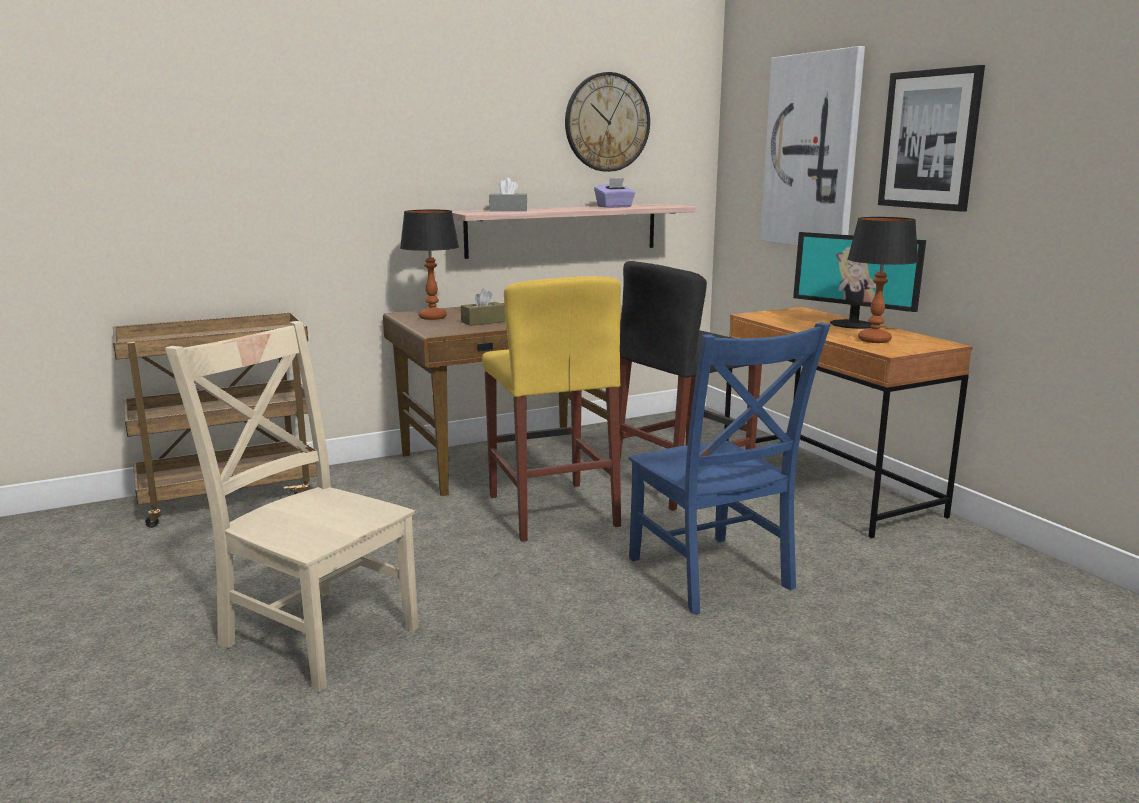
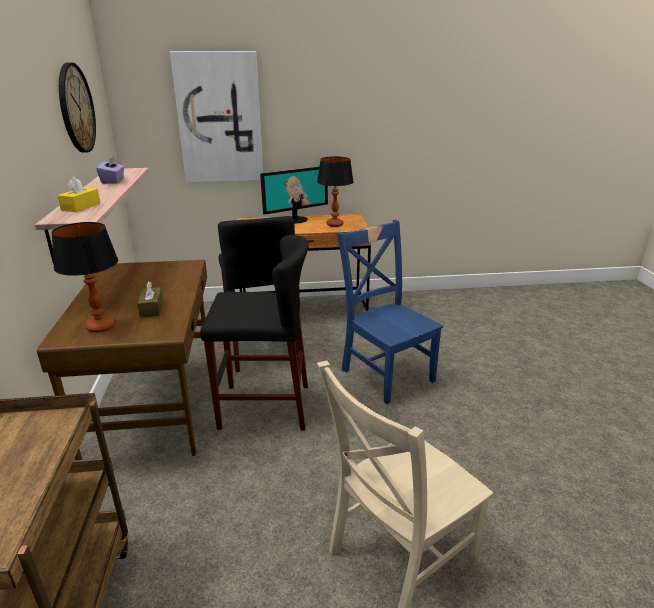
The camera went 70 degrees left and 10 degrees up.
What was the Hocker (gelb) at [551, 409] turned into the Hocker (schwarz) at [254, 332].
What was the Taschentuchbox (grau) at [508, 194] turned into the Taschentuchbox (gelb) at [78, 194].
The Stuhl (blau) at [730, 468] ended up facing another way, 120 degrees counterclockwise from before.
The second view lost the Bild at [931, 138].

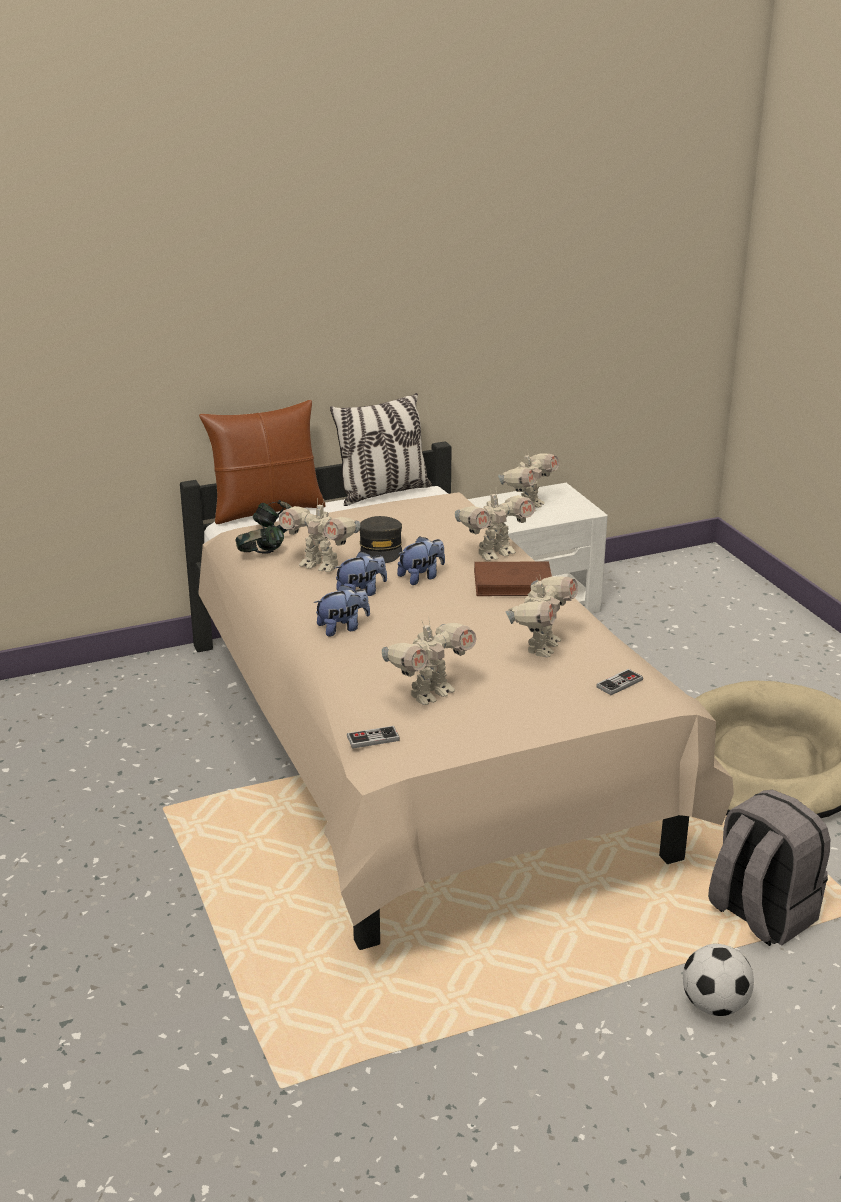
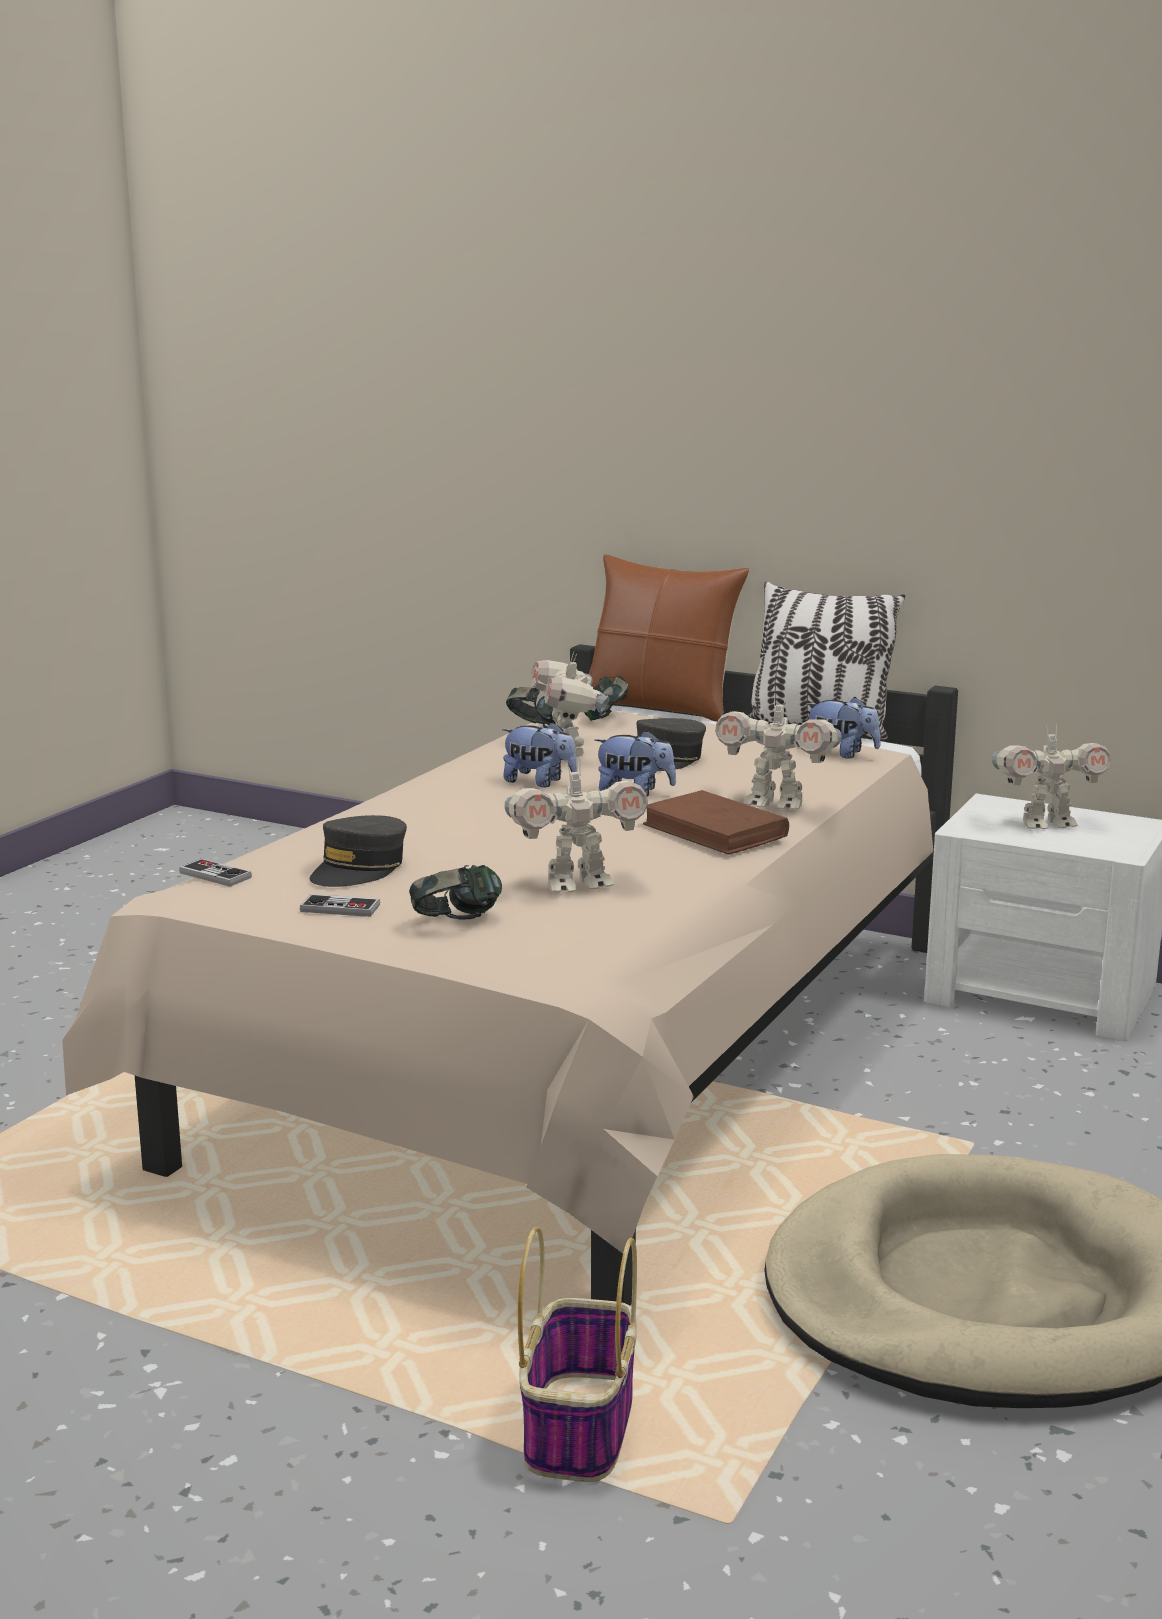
The camera went 50 degrees right and 10 degrees down.
The Plüschtier ended up elsewhere, having gone from [342, 611] to [843, 728].
Where the Spielzeugroboter stood at [429, 661], the Kappe (grau) came to stand at [358, 851].
The Gamepad ended up elsewhere, having gone from [619, 682] to [340, 905].
The second view lost the Fußball at [718, 980].
Where the Rucksack (grau) stood at [769, 868], the Korb came to stand at [577, 1354].
The second view gained the Kopfhörer at [455, 892].

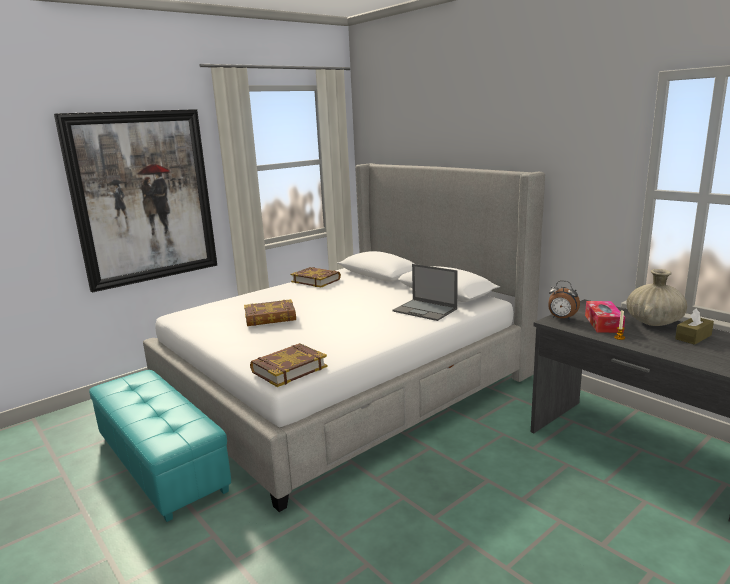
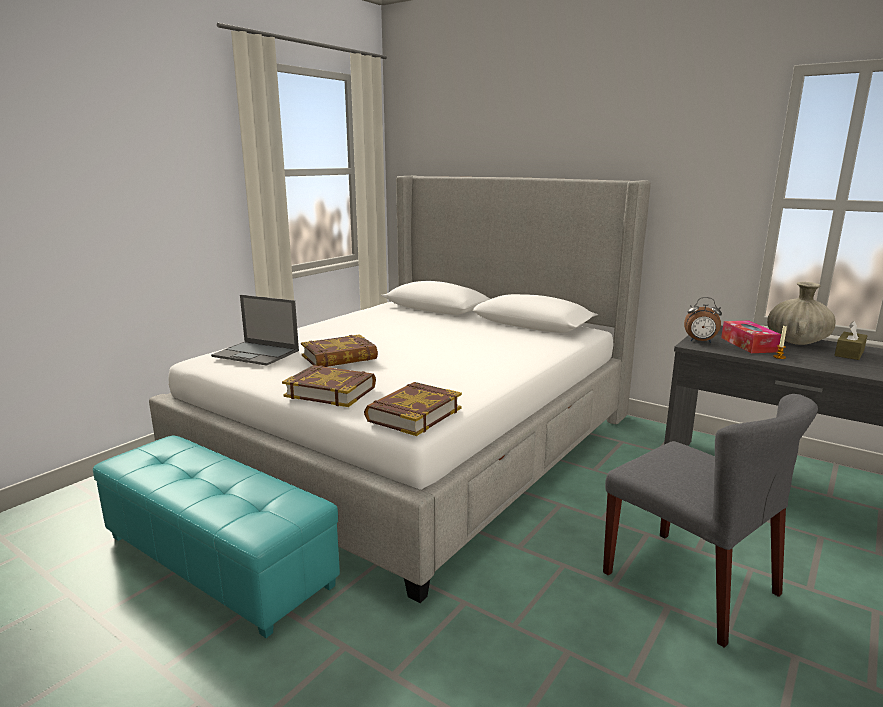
The camera went 15 degrees left and 0 degrees up.
The second view lost the Bild at [135, 200].
The Buch ended up elsewhere, having gone from [315, 277] to [329, 386].
The Laptop ended up elsewhere, having gone from [425, 292] to [255, 330].
The second view gained the Stuhl (grau) at [710, 521].

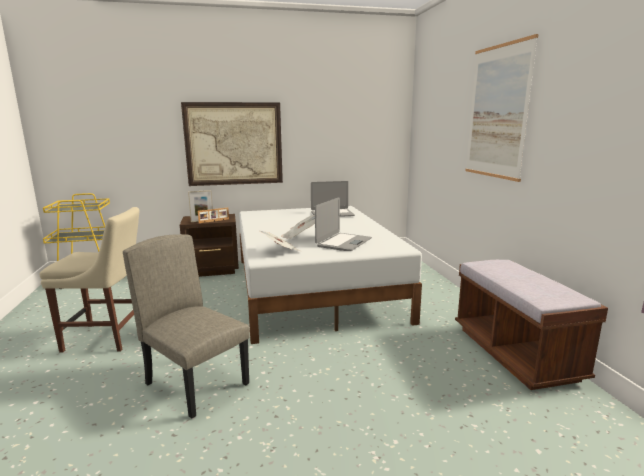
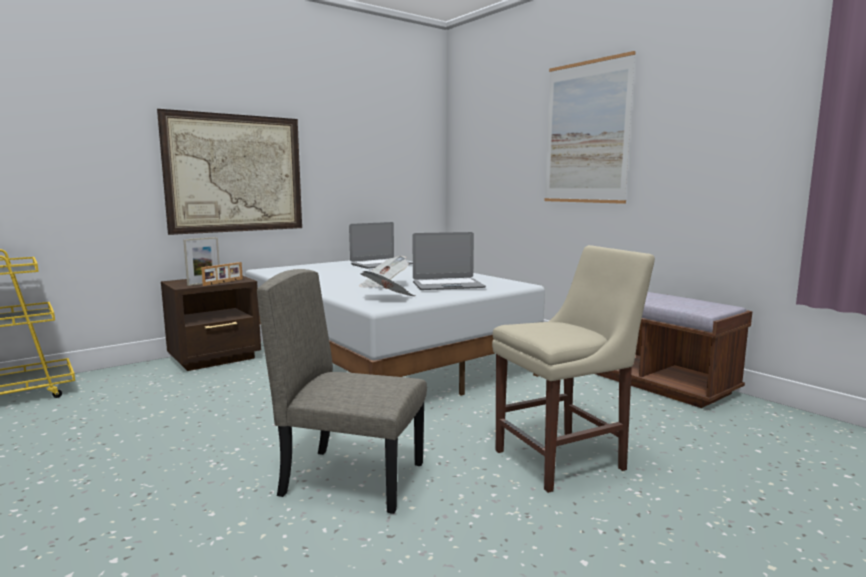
The camera went 25 degrees left and 5 degrees down.
The Stuhl (beige) ended up elsewhere, having gone from [89, 279] to [573, 369].
The Laptop at [343, 224] ended up facing another way, 75 degrees clockwise from before.

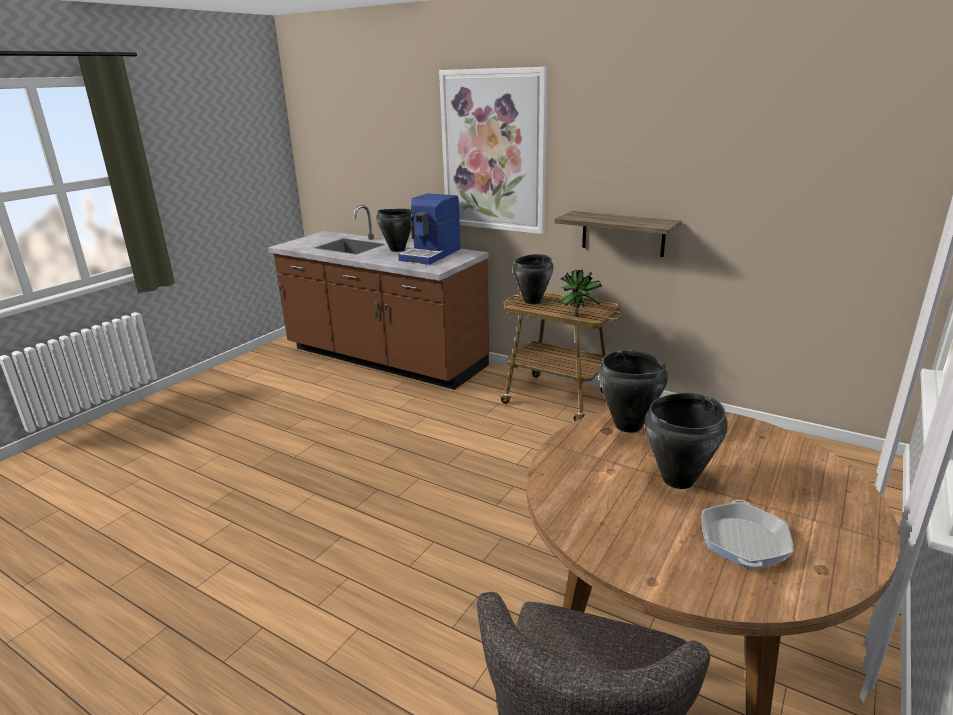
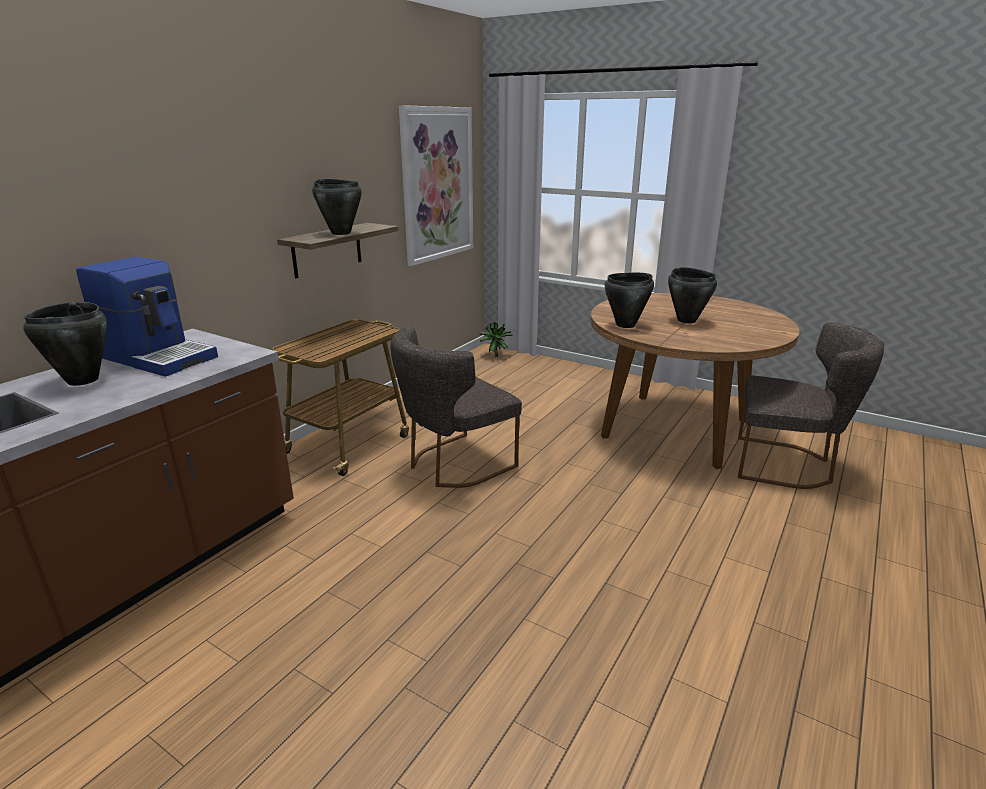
The camera went 90 degrees left and 0 degrees up.
The Bild ended up elsewhere, having gone from [493, 150] to [436, 185].
The Kochtopf (schwarz) ended up elsewhere, having gone from [533, 279] to [337, 207].
The Topfpflanze ended up elsewhere, having gone from [580, 293] to [496, 339].
The second view lost the Pfanne at [747, 534].
The second view gained the Stuhl (grau) at [456, 407].

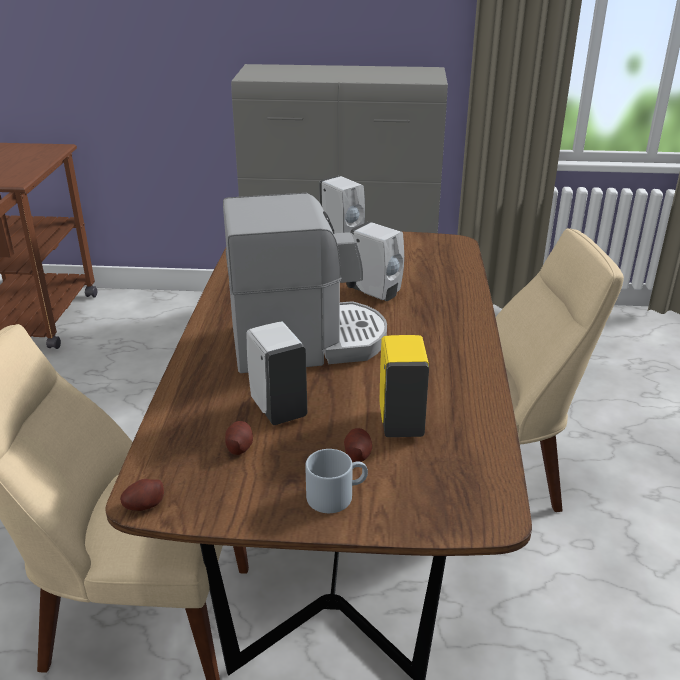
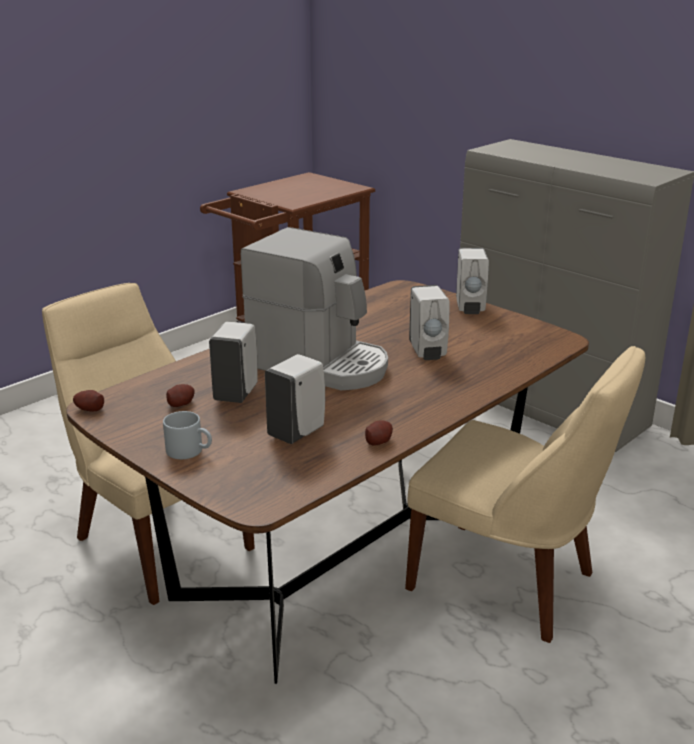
The camera went 40 degrees right and 5 degrees down.
The Kartoffel ended up elsewhere, having gone from [358, 445] to [379, 433].
What was the Seifenspender (gelb) at [404, 386] turned into the Seifenspender (weiß) at [295, 399].

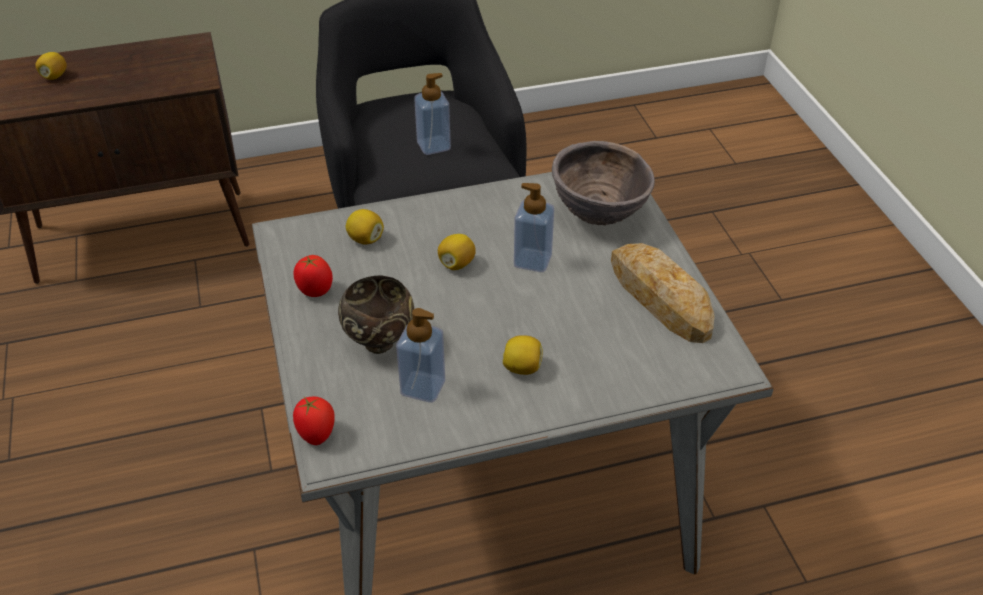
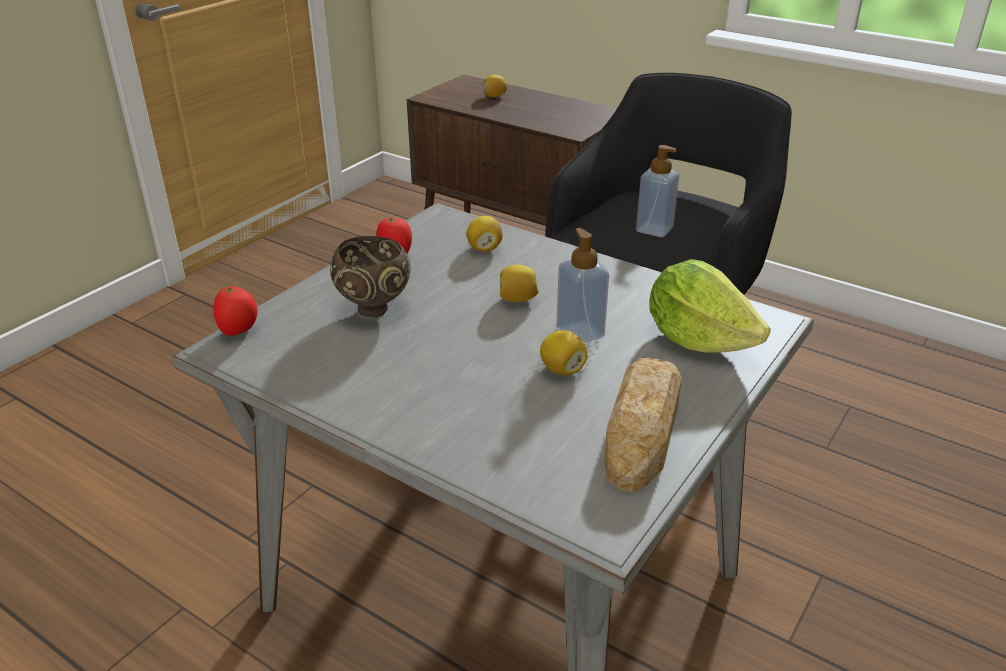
The camera went 50 degrees right and 10 degrees down.
The second view lost the Seifenspender at [420, 355].
The Zitrone ended up elsewhere, having gone from [523, 355] to [564, 352].
Where the Schüssel (braun) stood at [603, 183], the Salatkopf came to stand at [710, 306].

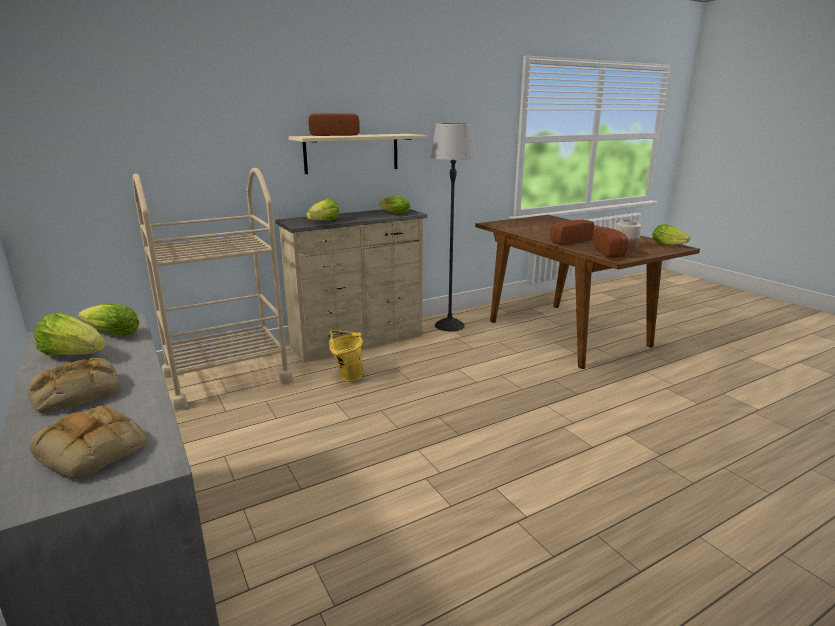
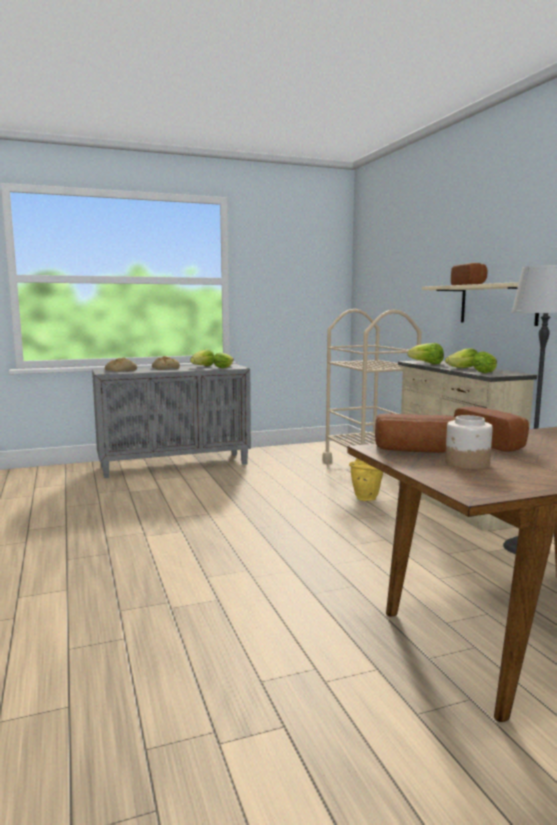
The camera went 100 degrees right and 10 degrees down.
The Salatkopf ended up elsewhere, having gone from [671, 234] to [461, 358].

